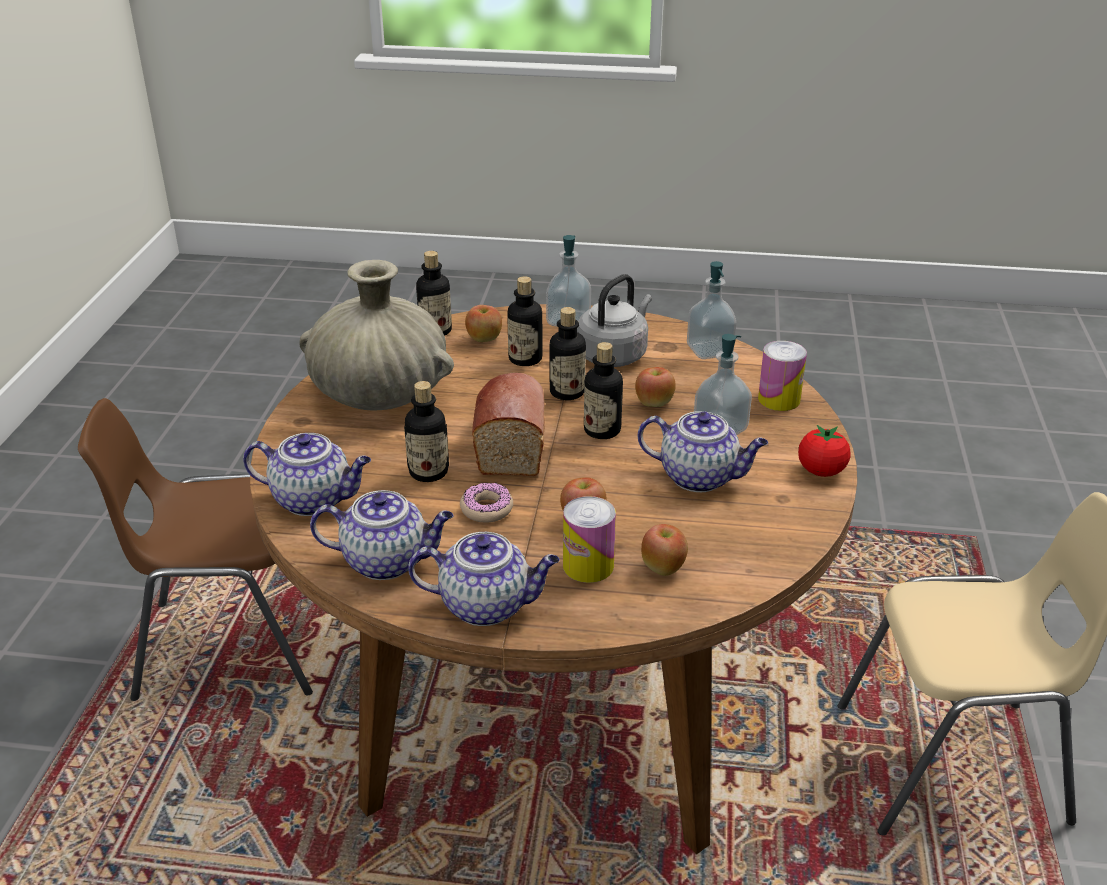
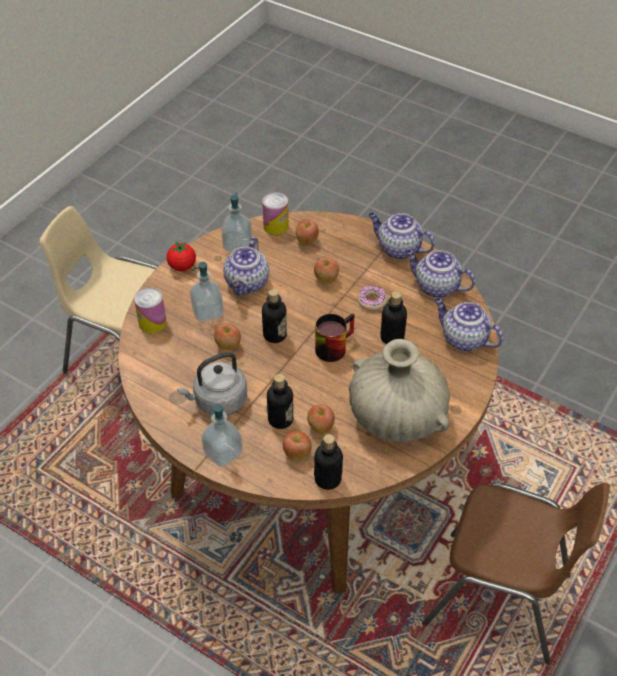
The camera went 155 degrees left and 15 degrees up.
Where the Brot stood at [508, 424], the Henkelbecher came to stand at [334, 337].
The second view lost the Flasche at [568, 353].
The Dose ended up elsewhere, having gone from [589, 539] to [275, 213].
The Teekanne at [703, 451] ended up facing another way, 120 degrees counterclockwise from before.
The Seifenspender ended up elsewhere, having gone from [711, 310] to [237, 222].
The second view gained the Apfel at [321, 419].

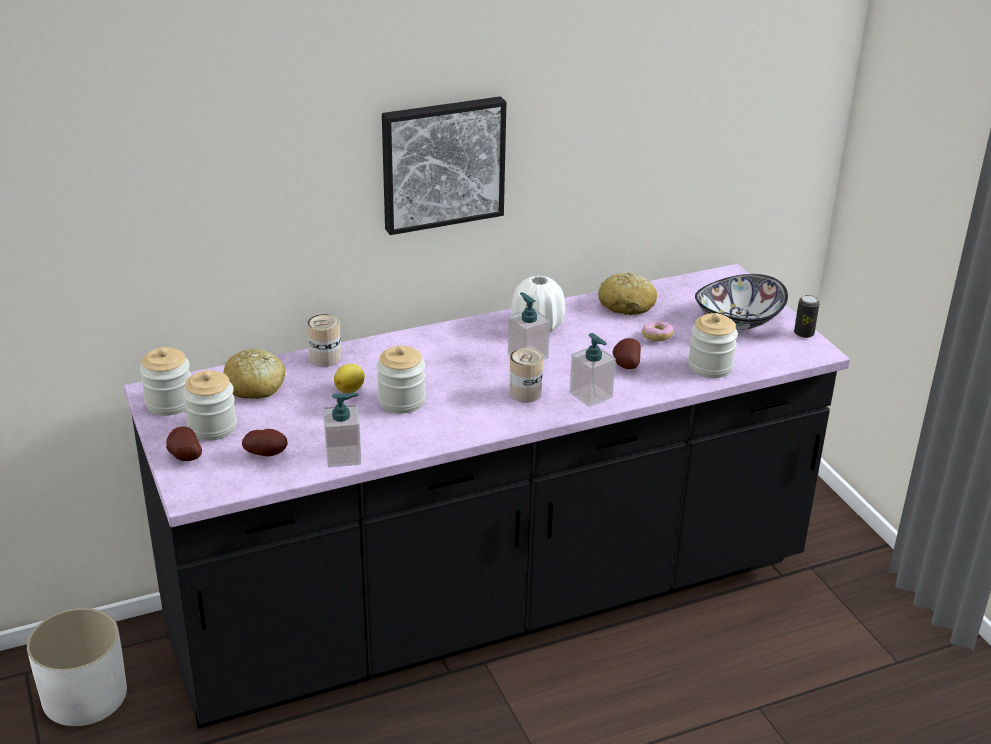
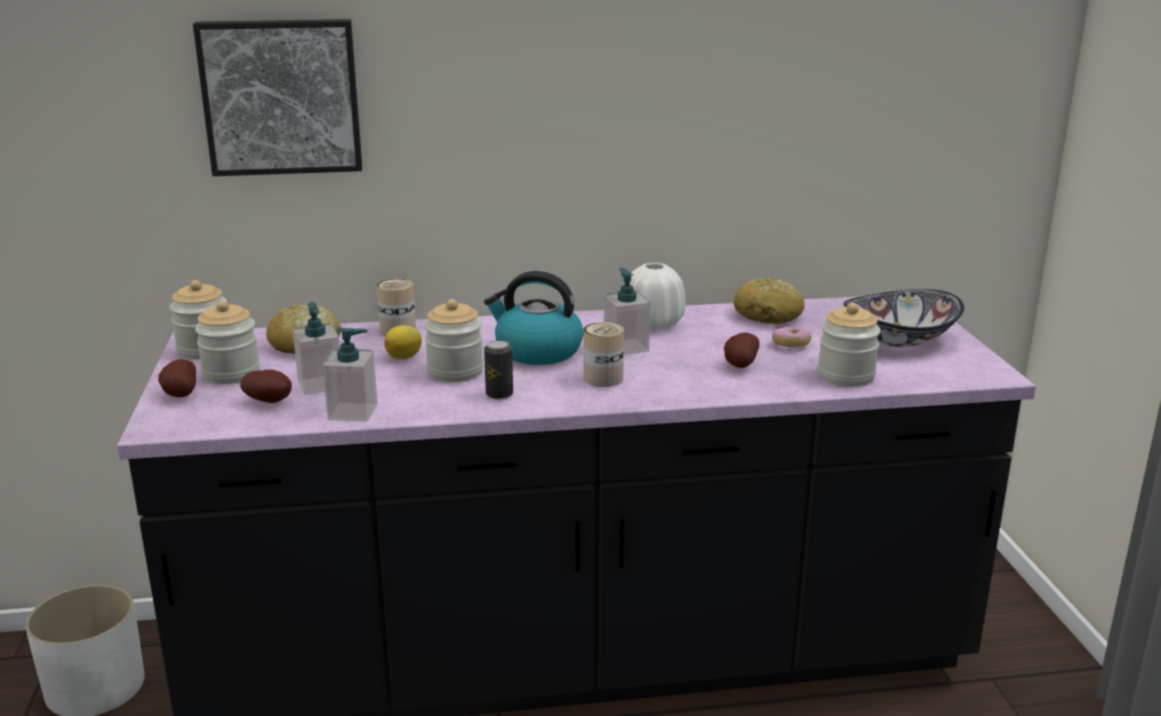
The camera went 15 degrees right and 10 degrees down.
The Bild ended up elsewhere, having gone from [444, 165] to [277, 97].
The Seifenspender ended up elsewhere, having gone from [593, 370] to [316, 348].
The Dose ended up elsewhere, having gone from [807, 316] to [498, 369].
The second view gained the Wasserkessel at [534, 318].

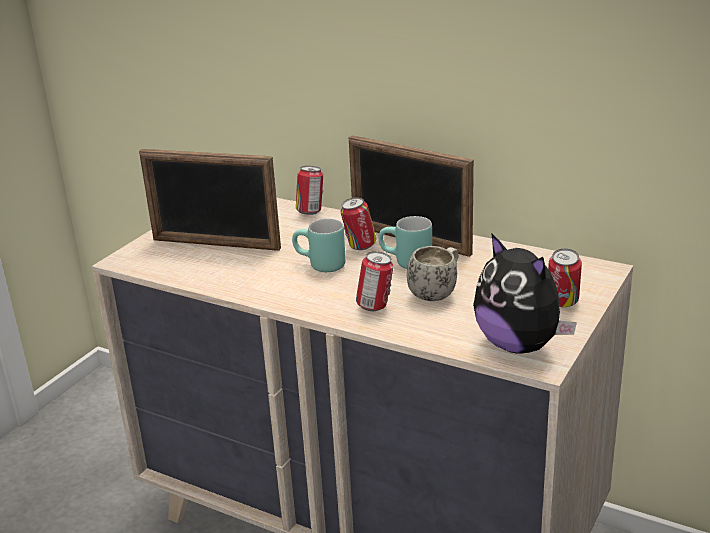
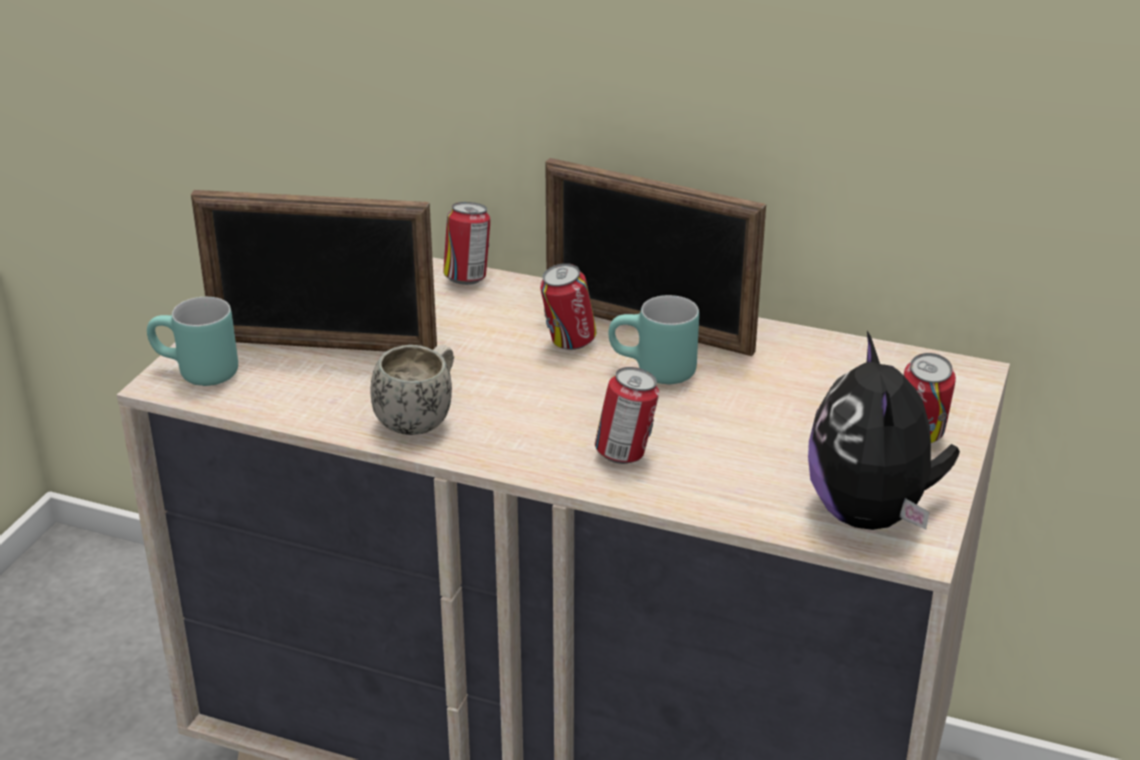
The camera went 10 degrees left and 5 degrees up.
The Henkelbecher (türkis) ended up elsewhere, having gone from [319, 245] to [192, 341].
The Henkelbecher (weiß) ended up elsewhere, having gone from [433, 273] to [412, 390].
The Plüschtier at [525, 293] ended up facing another way, 45 degrees clockwise from before.

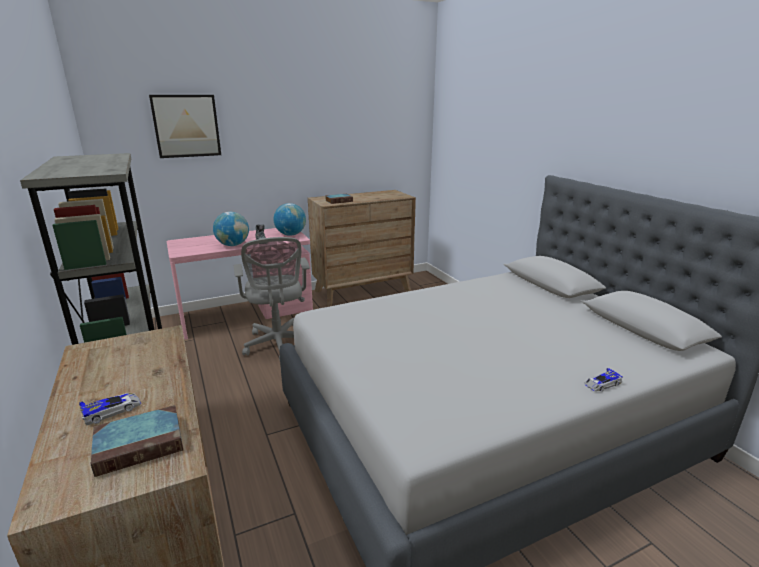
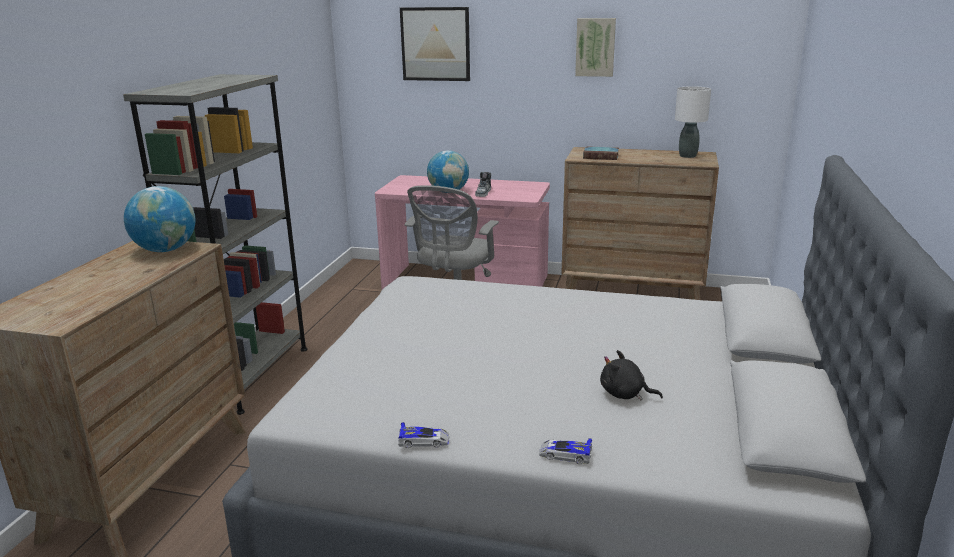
The camera went 40 degrees right and 0 degrees up.
The Spielzeugauto ended up elsewhere, having gone from [110, 409] to [424, 435].
The second view lost the Buch at [137, 441].
The Globus ended up elsewhere, having gone from [289, 219] to [160, 219].
The second view gained the Bild at [595, 47].
The second view gained the Plüschtier (schwarz) at [631, 375].
The second view gained the Tischlampe (weiß) at [693, 122].

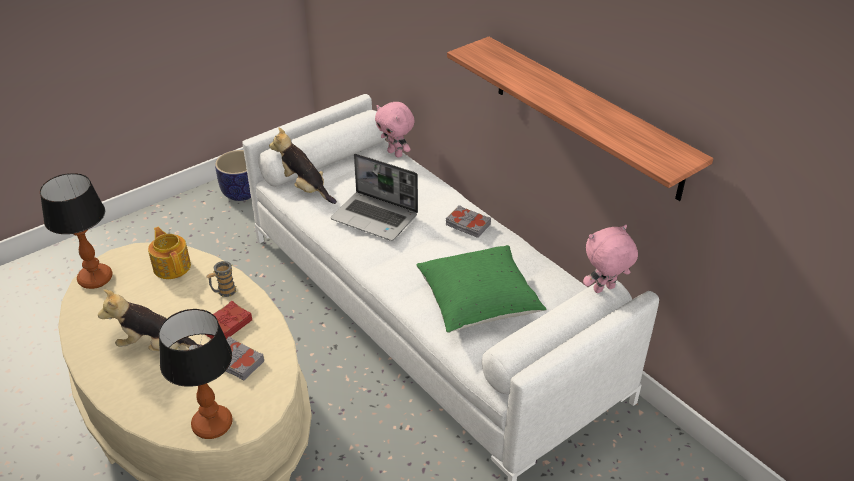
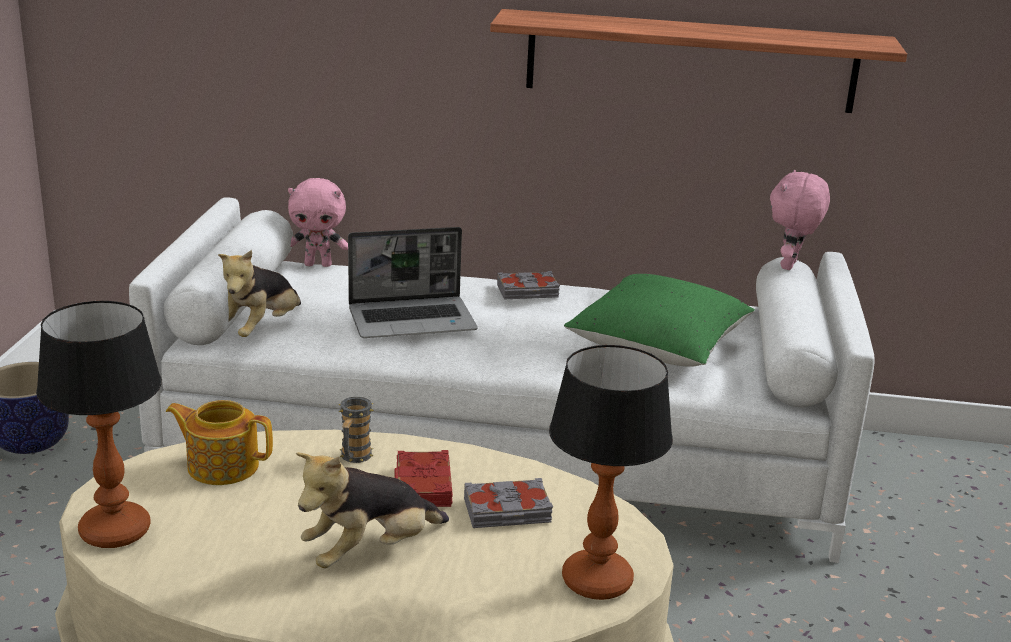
The camera went 45 degrees left and 15 degrees down.
The Plüschtier at [303, 165] ended up facing another way, 60 degrees counterclockwise from before.

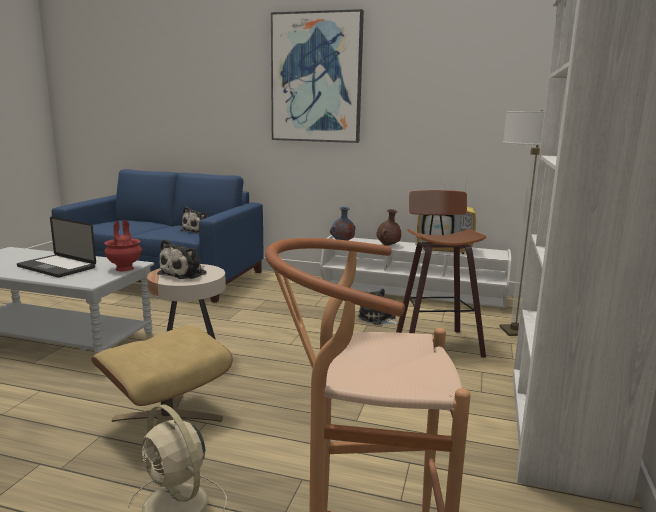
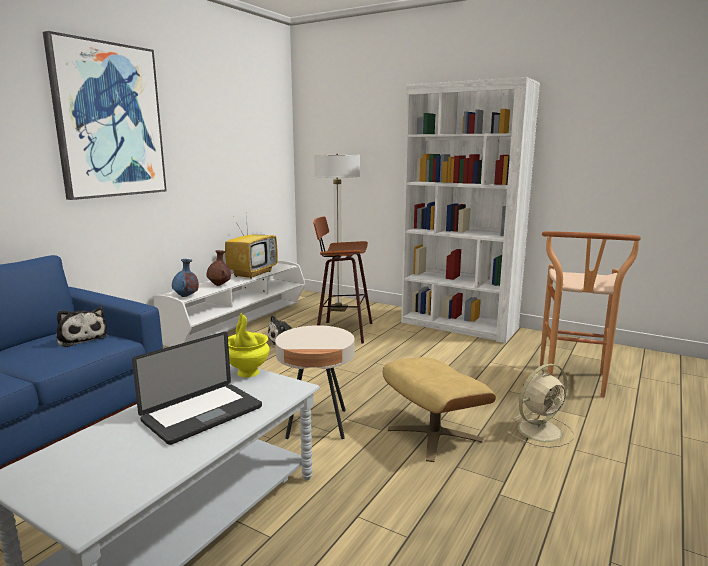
The camera went 75 degrees left and 0 degrees up.
What was the Vase (rot) at [123, 245] turned into the Vase (gelb) at [249, 345].
The second view lost the Plüschtier at [182, 259].

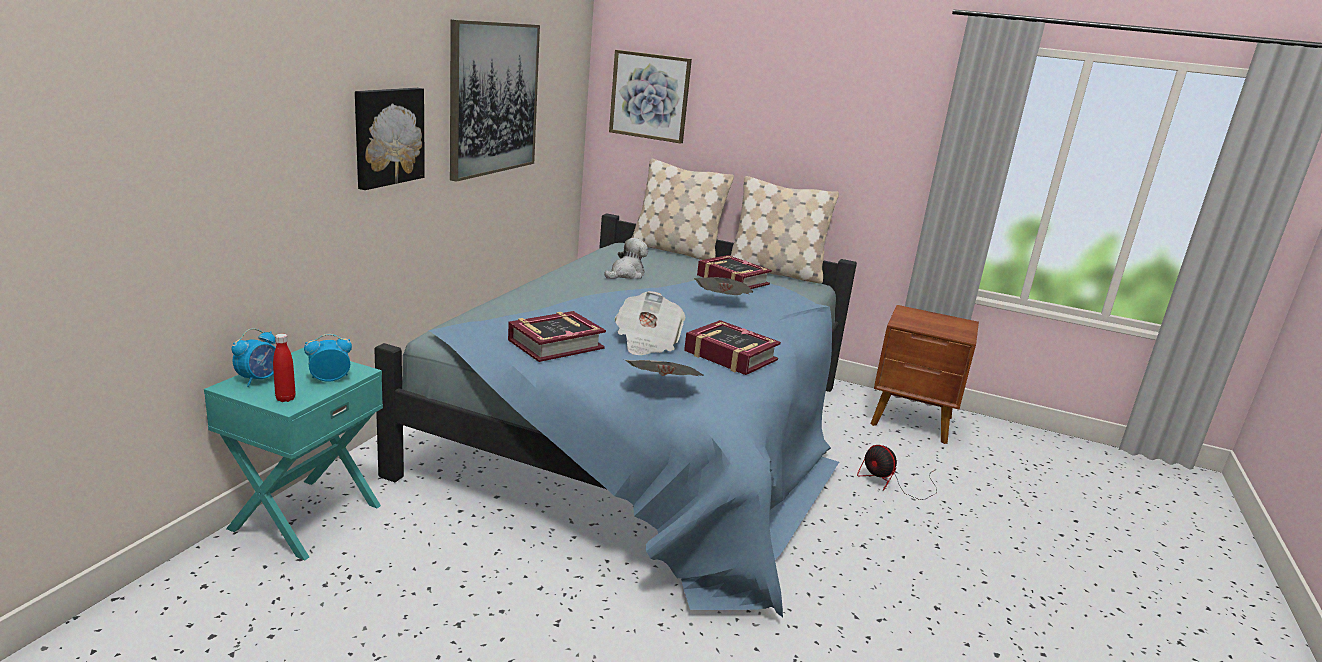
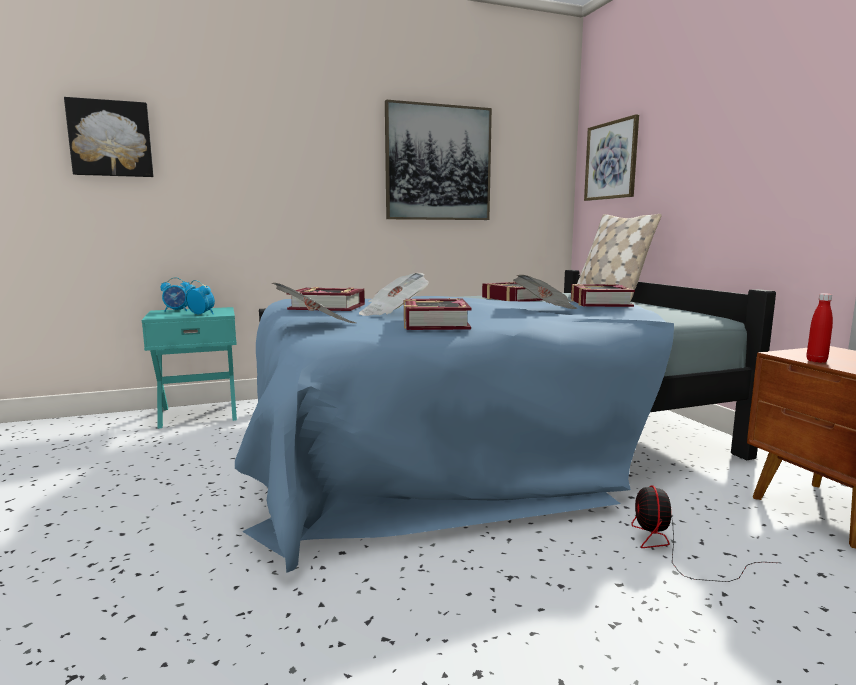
The camera went 50 degrees right and 10 degrees down.
The Flasche (rot) ended up elsewhere, having gone from [284, 368] to [819, 328].
The Bild ended up elsewhere, having gone from [390, 139] to [109, 137].
Where the Plüschtier stood at [626, 258], the Buch came to stand at [512, 292].
The second view lost the Kissen (beige) at [784, 230].

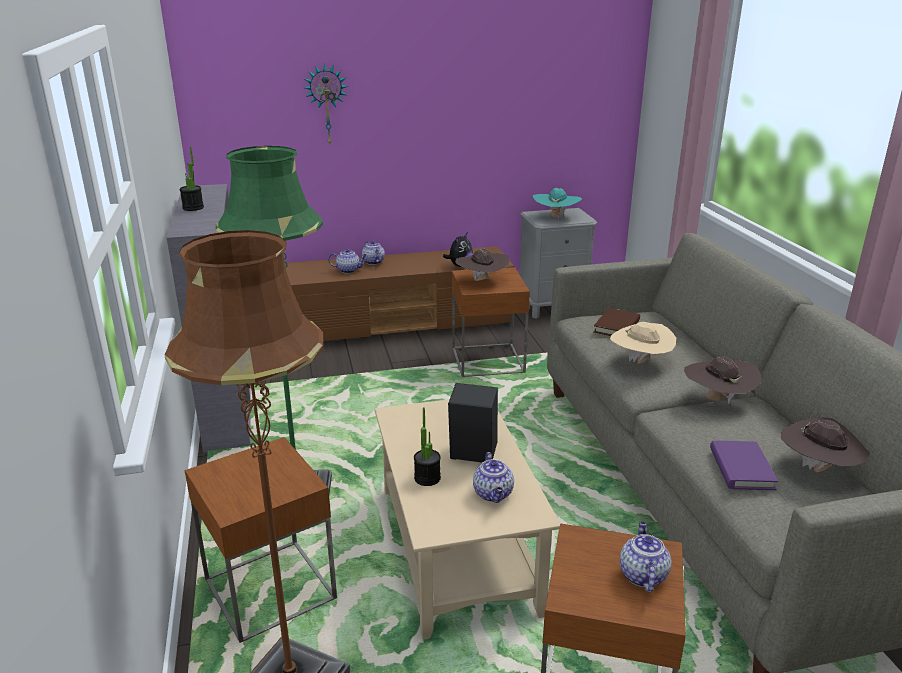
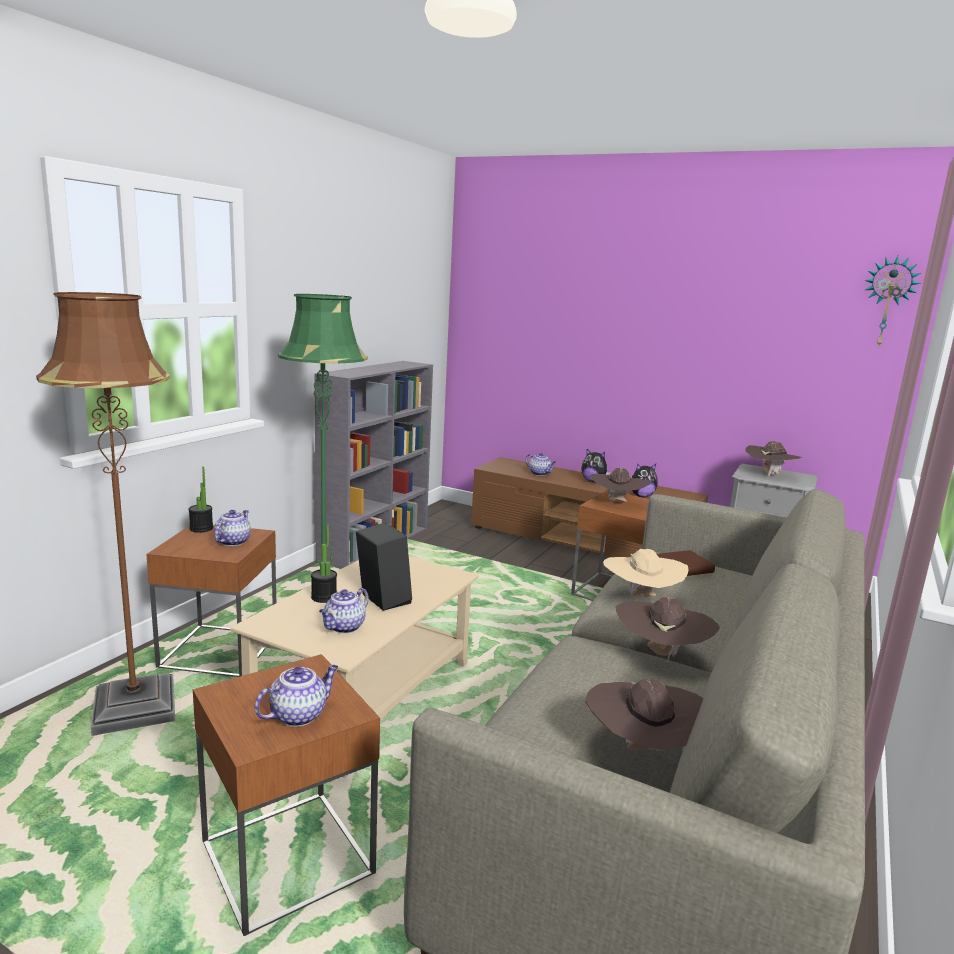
The camera went 40 degrees right and 10 degrees down.
The Topfpflanze ended up elsewhere, having gone from [192, 179] to [200, 500].
The Wanduhr ended up elsewhere, having gone from [326, 103] to [892, 302].
The Teekanne ended up elsewhere, having gone from [373, 253] to [232, 528].
What was the Hut (türkis) at [557, 204] turned into the Hut (braun) at [773, 459].
The second view lost the Buch (lila) at [744, 465].
The second view gained the Plüschtier at [596, 465].

